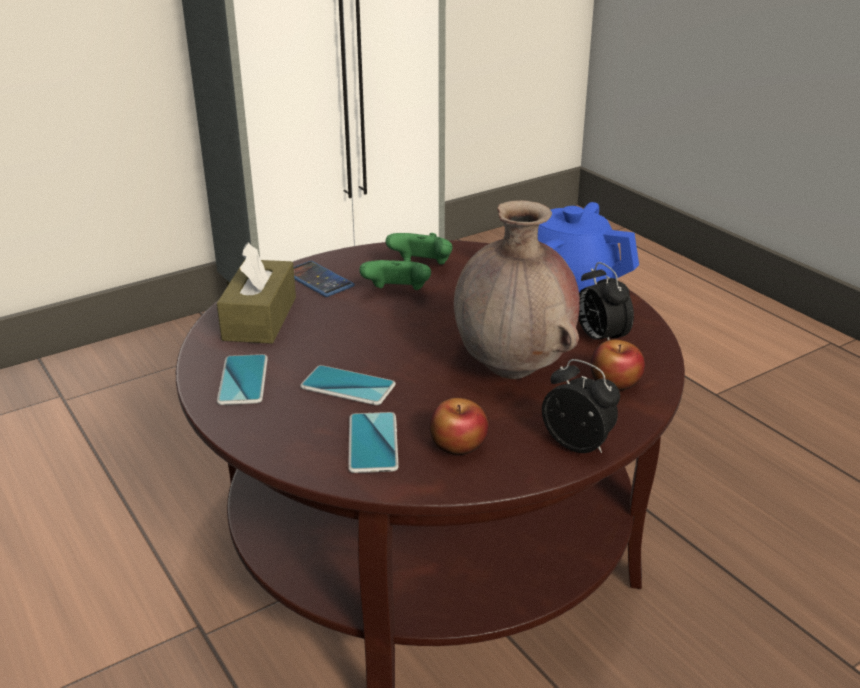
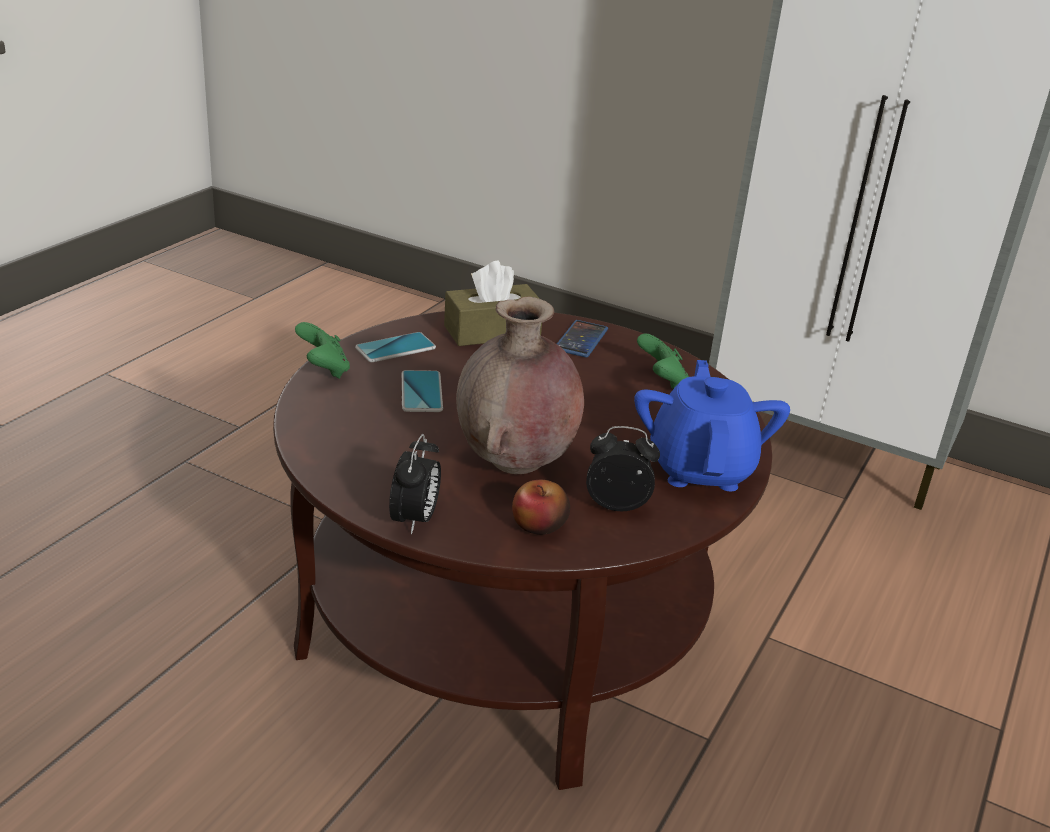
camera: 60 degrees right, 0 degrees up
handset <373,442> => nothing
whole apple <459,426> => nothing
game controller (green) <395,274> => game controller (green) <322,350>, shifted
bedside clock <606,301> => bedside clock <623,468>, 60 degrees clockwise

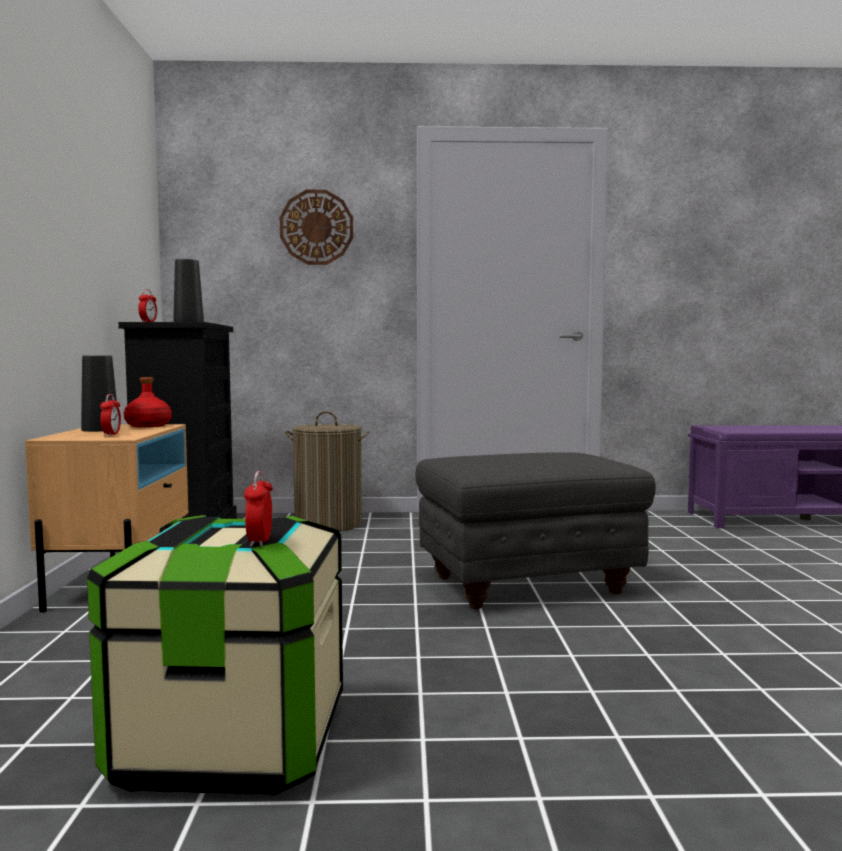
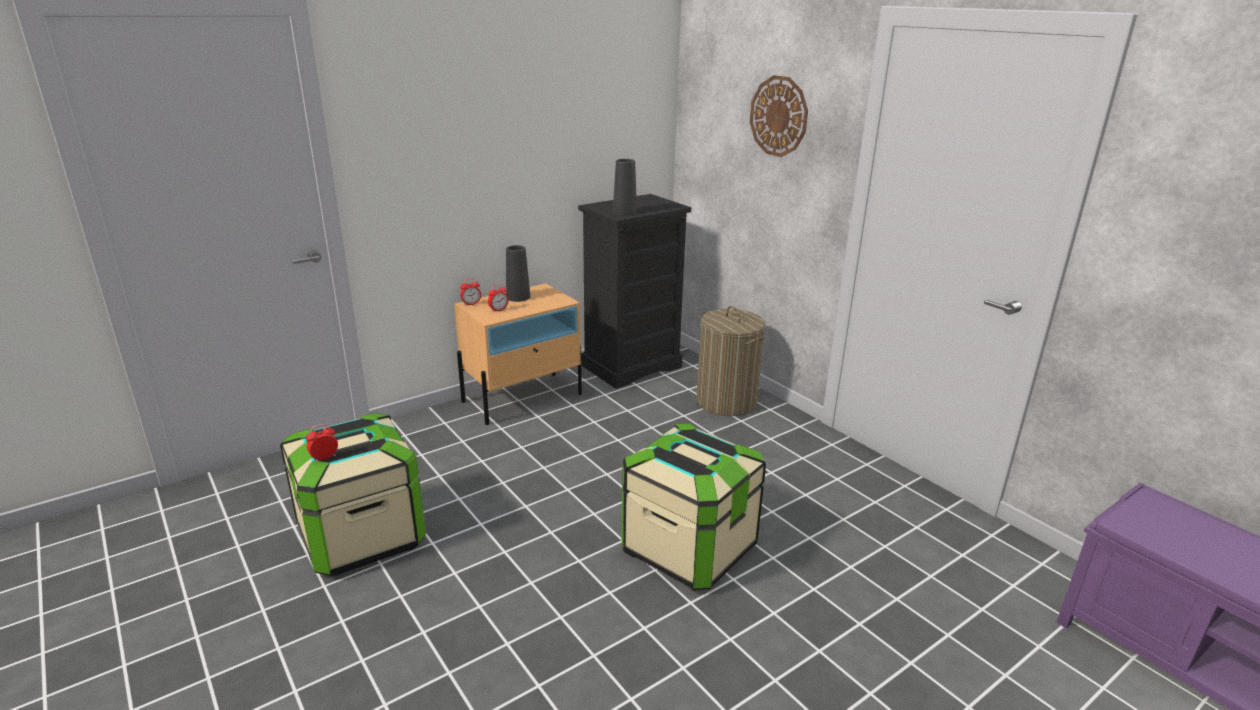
camera: 55 degrees right, 20 degrees up
drink bottle (red-coloured) <148,402> => nothing
bedside clock <147,305> => bedside clock <470,292>, shifted
ottoman (greyish) <535,530> => storage bin <693,507>

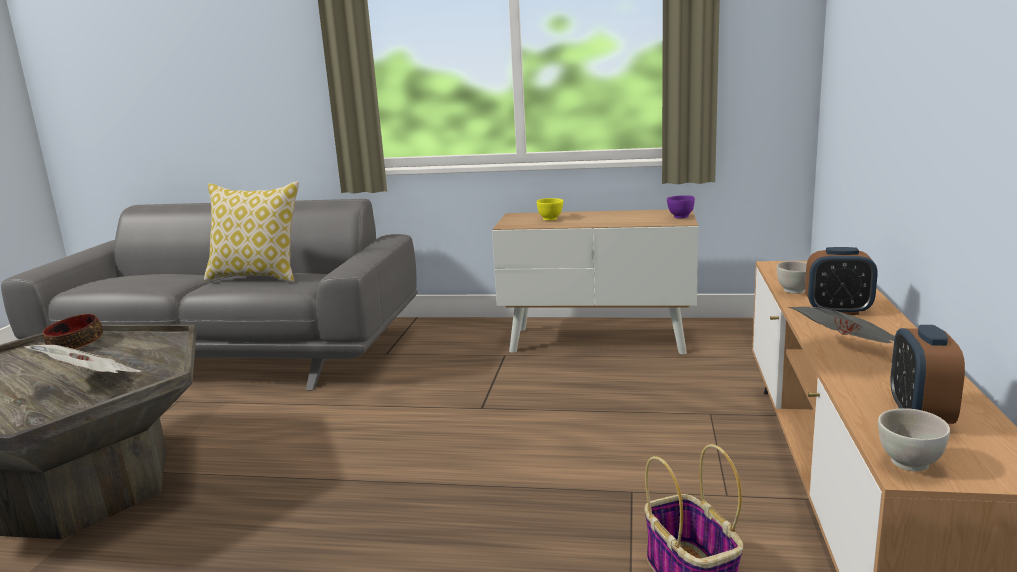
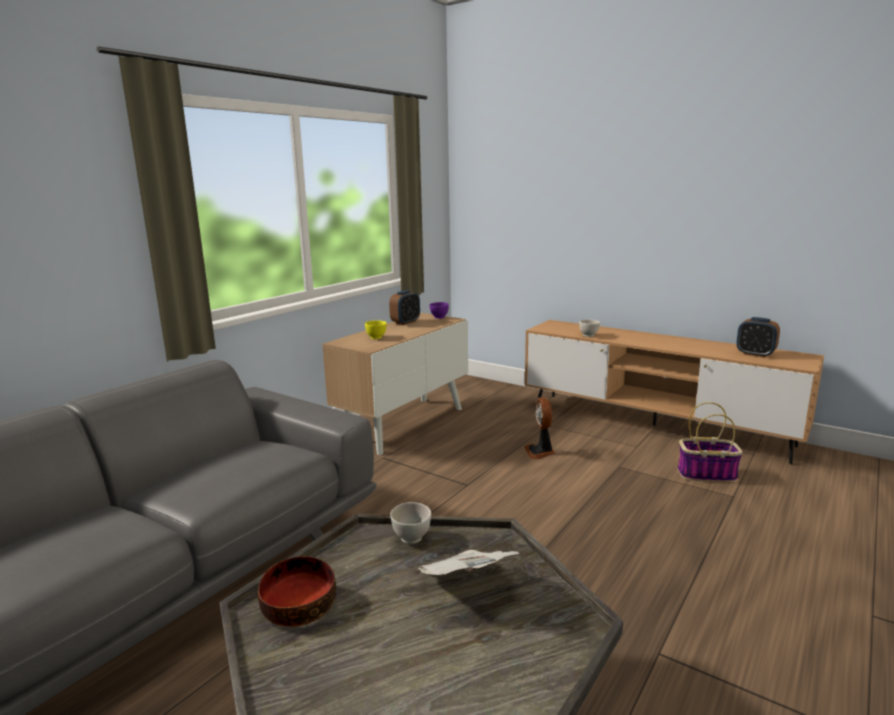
camera: 65 degrees left, 0 degrees up
cushion <251,231> => nothing
printed paper <842,325> => nothing
nothing => cooling fan <540,428>
bedside clock <841,281> => bedside clock <404,307>, shifted
bowl (white) <914,439> => bowl (white) <410,523>, shifted

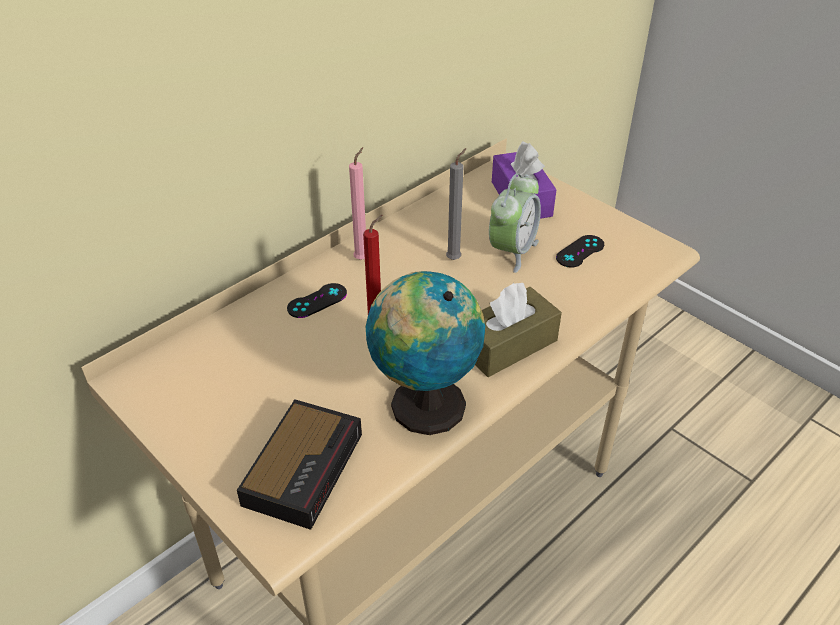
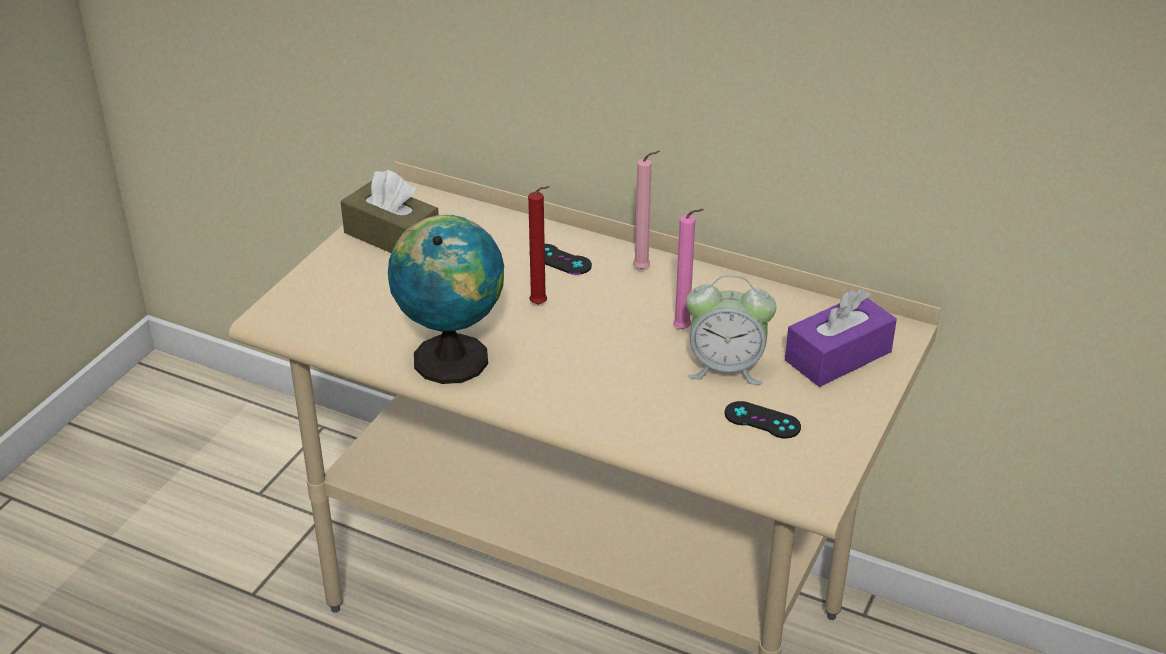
camera: 70 degrees right, 5 degrees down
bedside clock <299,464> => nothing
box of tissues (brown) <518,330> => box of tissues (brown) <389,211>, shifted
wax candle (greyish) <456,204> => wax candle (pinkish) <688,269>

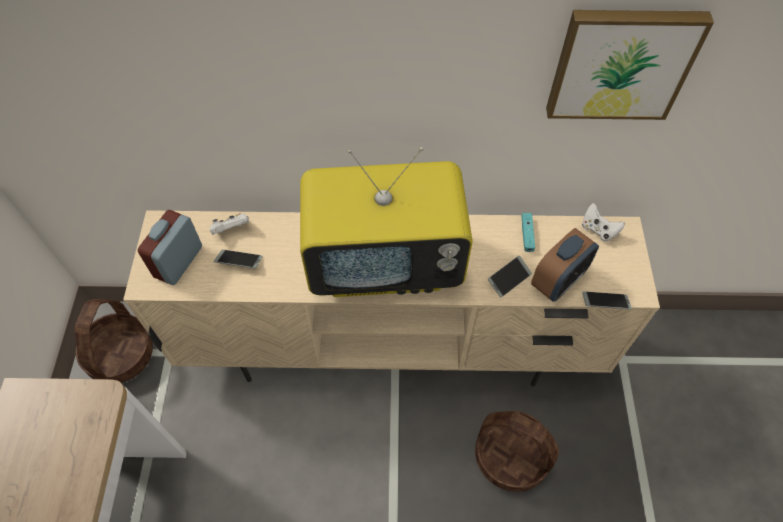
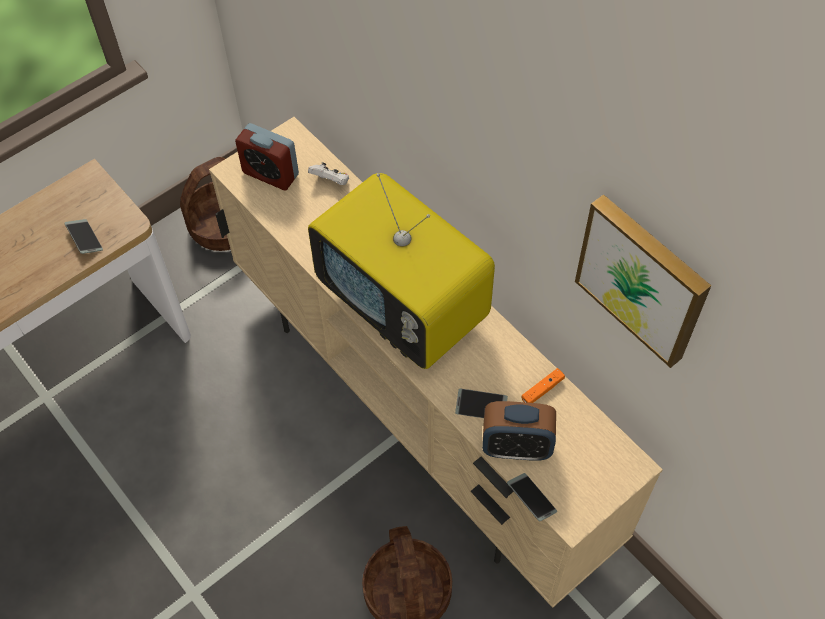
camera: 50 degrees right, 0 degrees up
game controller (white) <603,222> => nothing
handset <238,259> => handset <84,236>, shifted
game controller (turquoise) <528,232> => game controller (orangey) <543,385>
bedside clock <170,247> => bedside clock <267,157>, 135 degrees counterclockwise

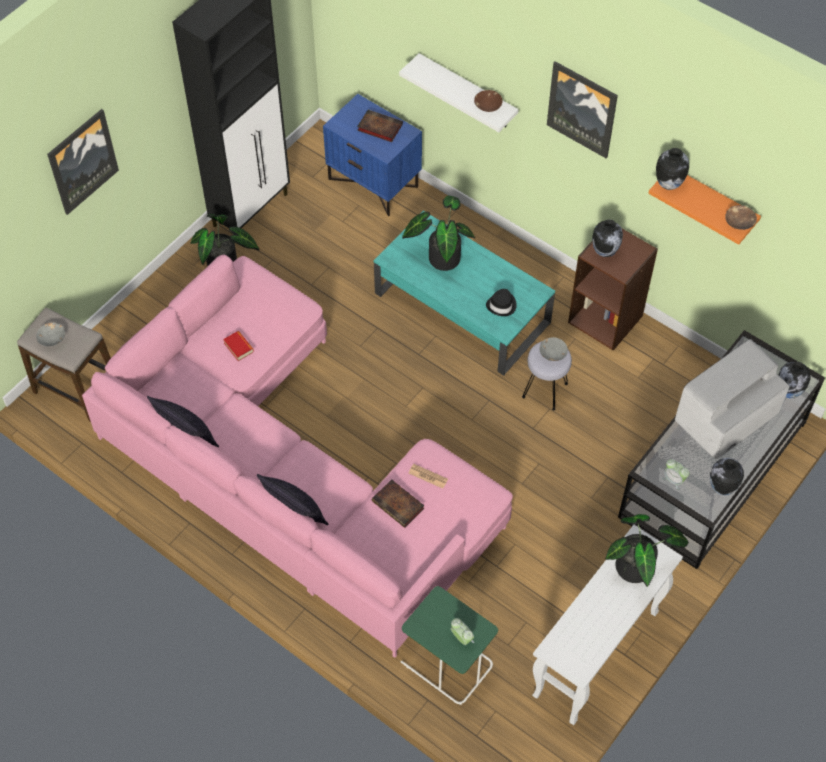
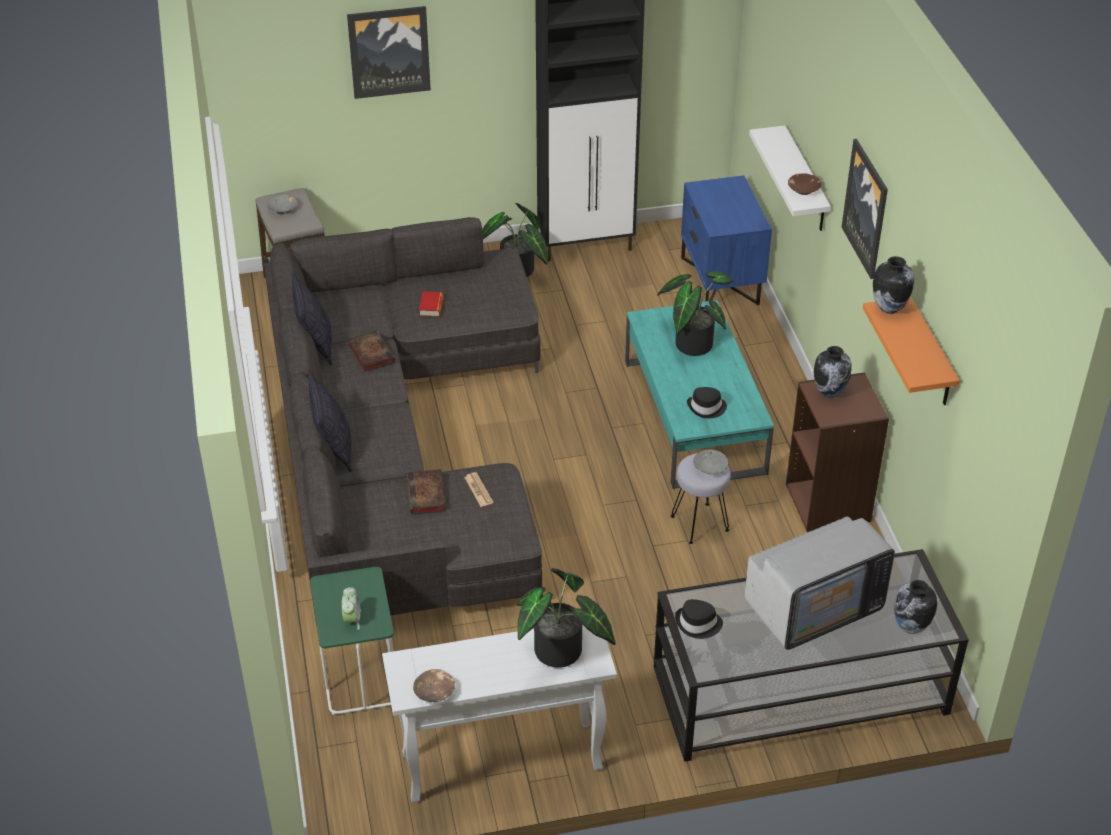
camera: 40 degrees right, 15 degrees down
decorative vase <727,477> => nothing
volume <380,126> => volume <371,351>, shifted
bowl (brown) <741,217> => bowl (brown) <434,685>, shifted
bedside clock <675,474> => hat (blackish) <699,619>
couch (pinkish) <297,456> => couch (greyish) <403,422>
TV set <732,399> => TV set <820,583>, 150 degrees clockwise

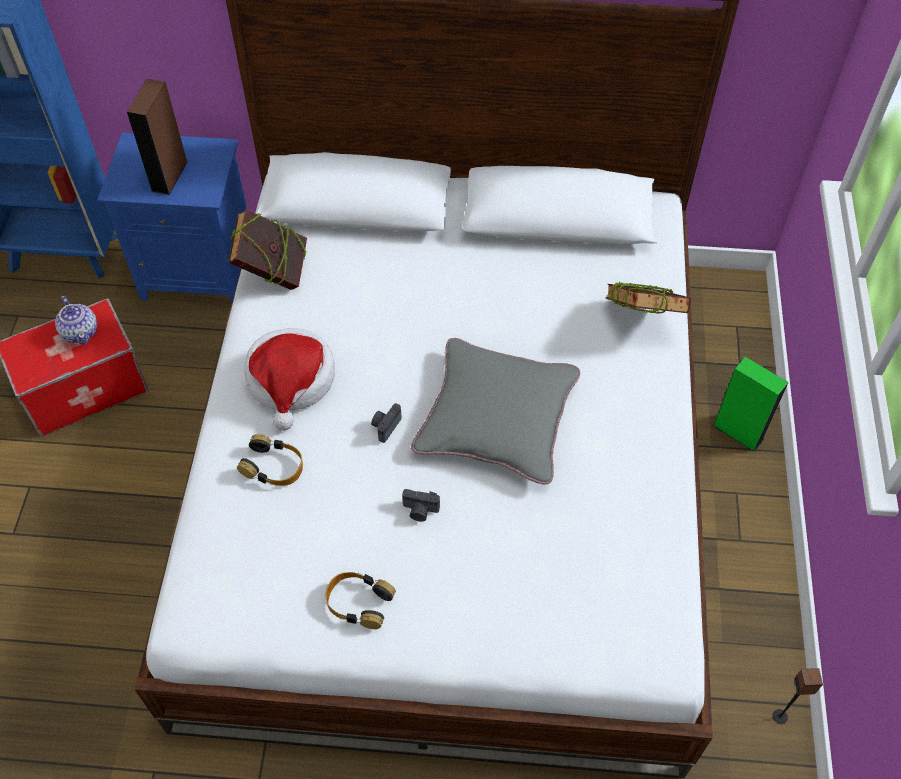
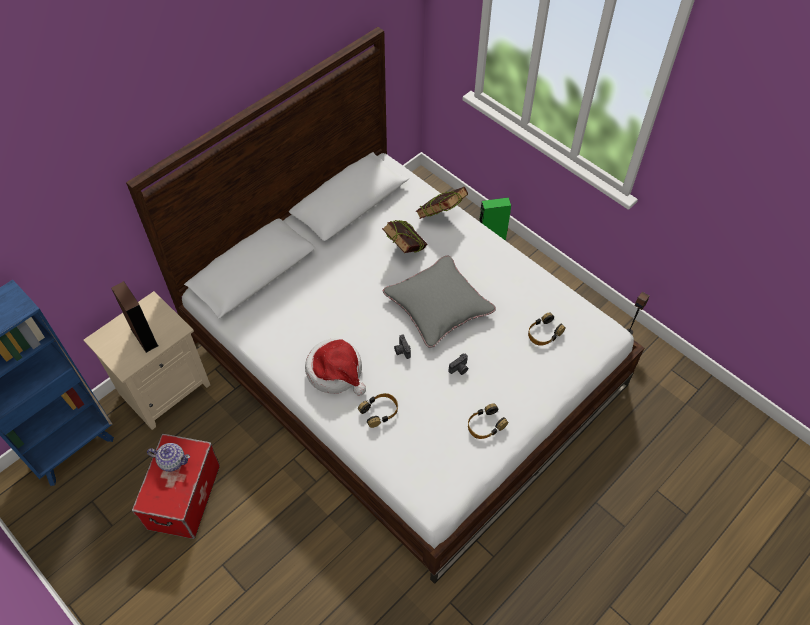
camera: 50 degrees left, 0 degrees up
nothing => pair of headphones <547,329>
volume <267,249> => volume <404,236>, shifted
bedside table (blue-coloured) <172,217> => bedside table (beige) <147,360>

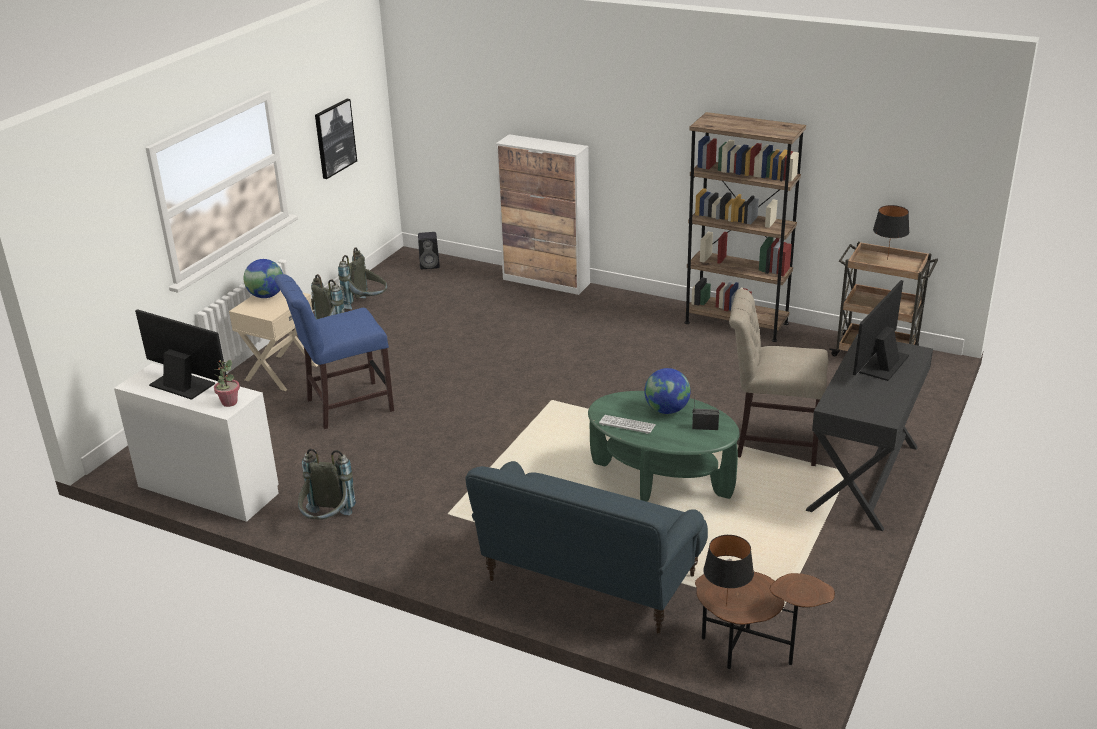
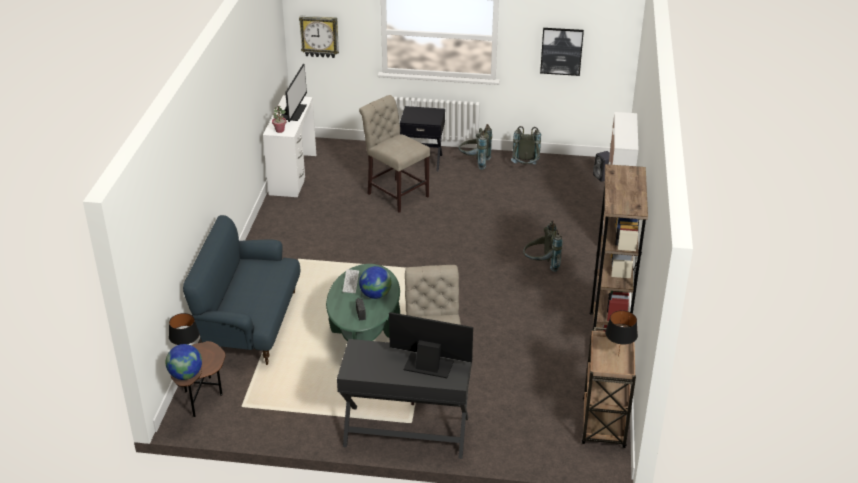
camera: 70 degrees right, 5 degrees up
nothing => clock on the wall <319,37>
desk globe <263,278> => desk globe <184,362>, shifted
knapsack (greyish) <327,484> => knapsack (greyish) <543,246>, shifted
bedside table (beige) <273,340> => bedside table (blackish) <422,138>
upright chair (blue-coloured) <334,351> => upright chair (beige) <394,154>

